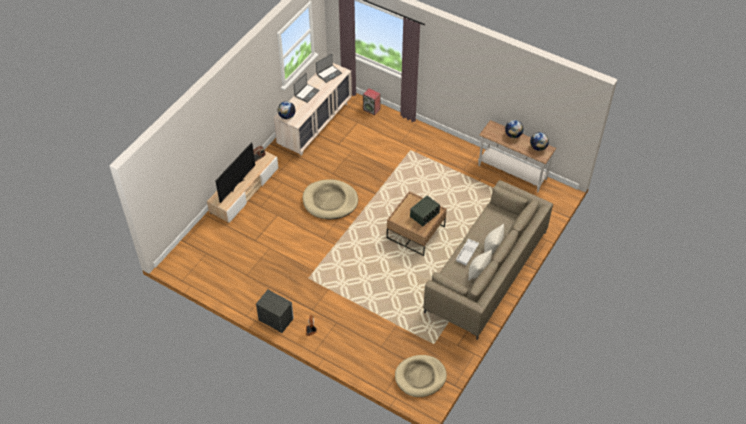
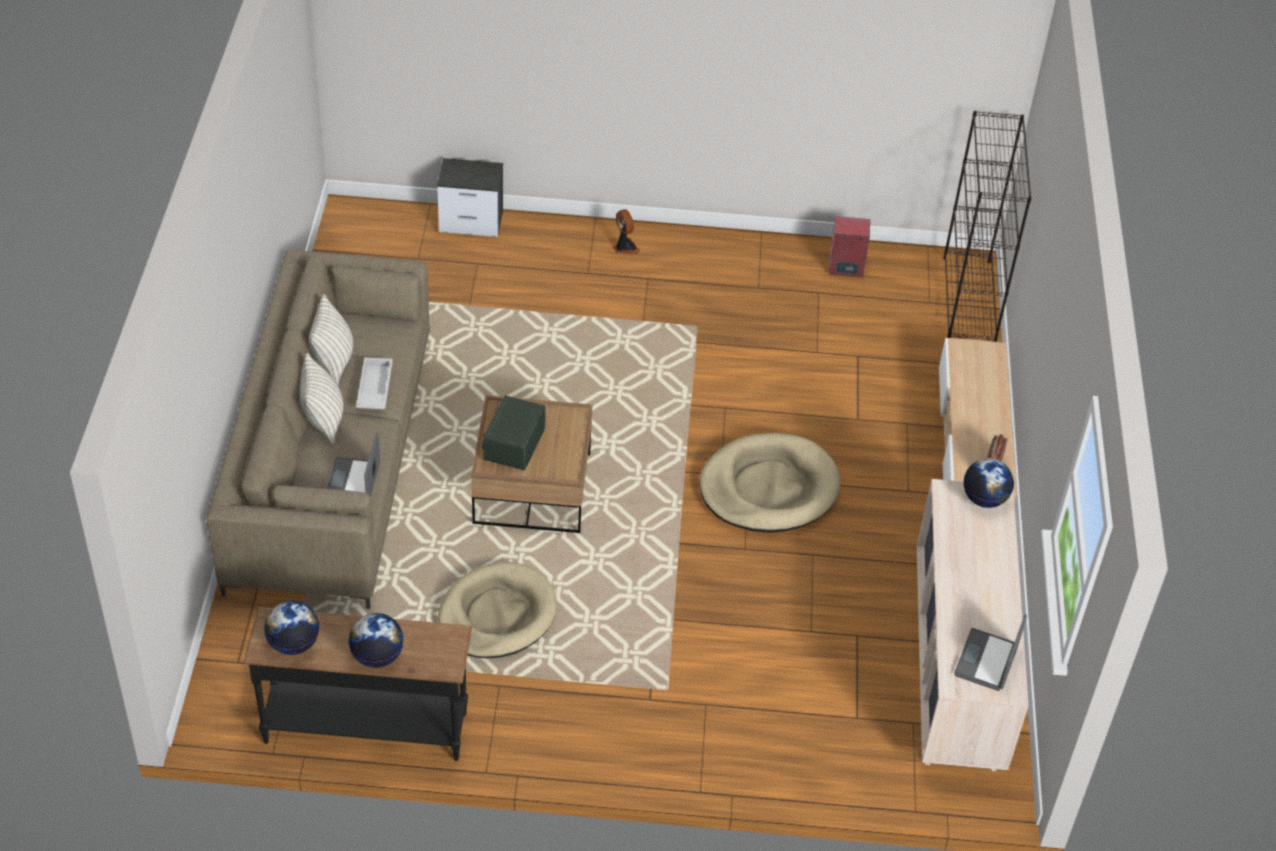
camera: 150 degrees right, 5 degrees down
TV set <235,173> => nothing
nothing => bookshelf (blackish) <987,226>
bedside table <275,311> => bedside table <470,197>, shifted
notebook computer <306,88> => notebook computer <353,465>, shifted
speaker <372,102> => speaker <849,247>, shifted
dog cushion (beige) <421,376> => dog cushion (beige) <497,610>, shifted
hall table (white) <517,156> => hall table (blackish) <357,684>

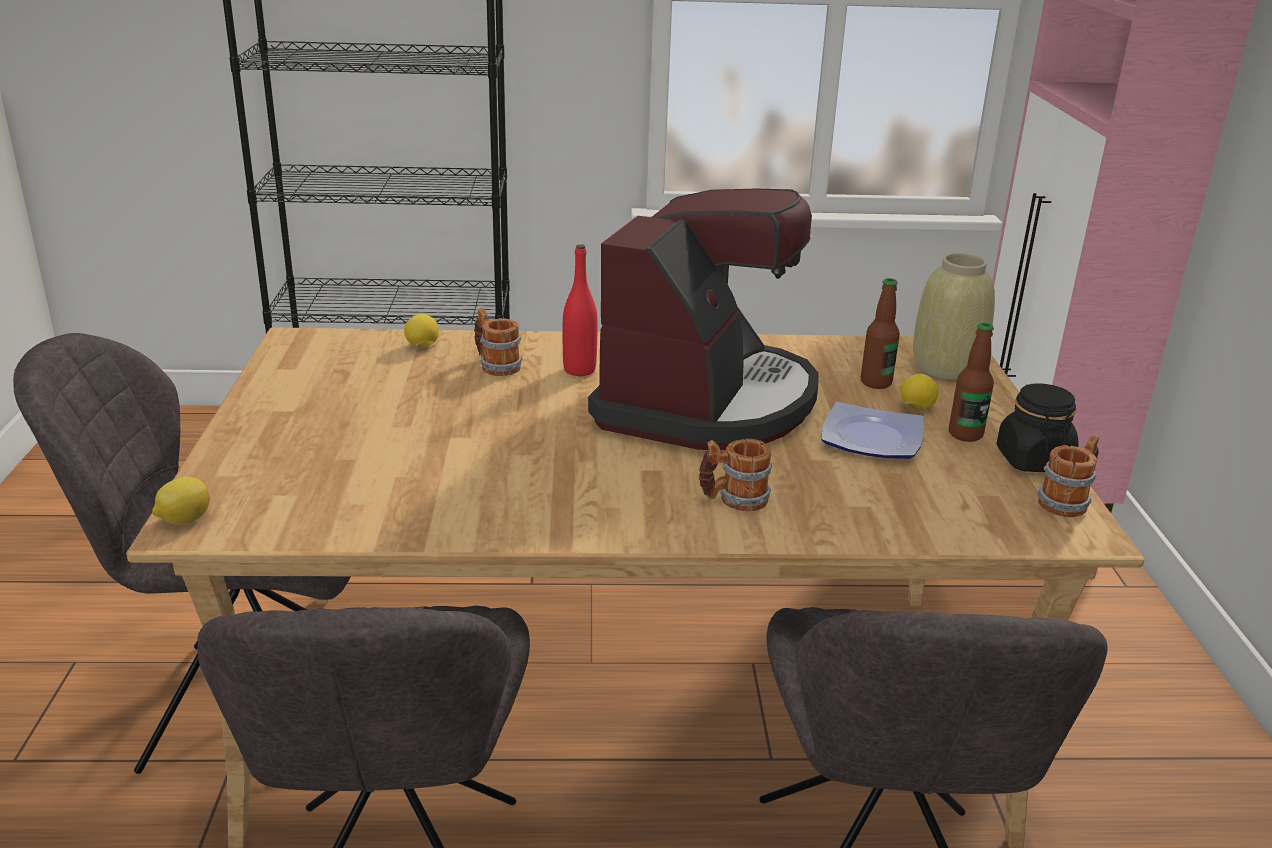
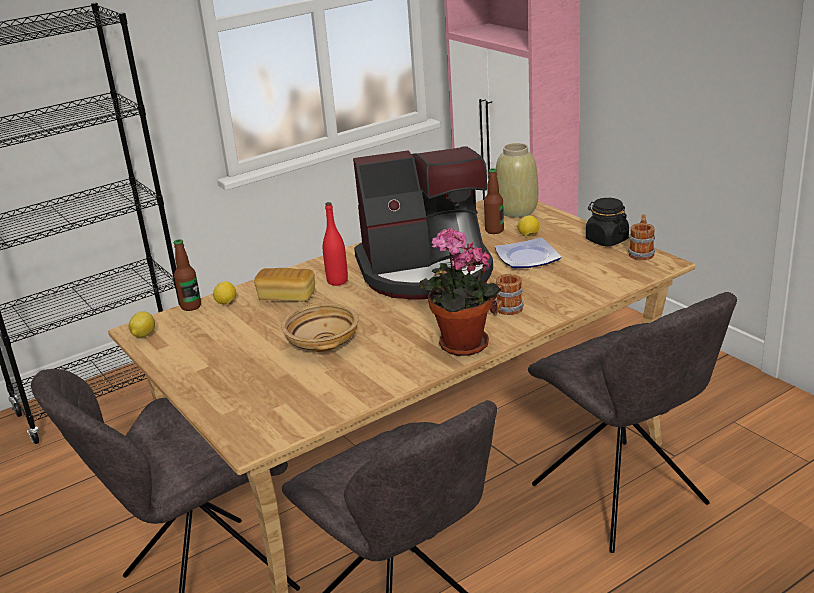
camera: 30 degrees left, 0 degrees up
nothing => bowl (beige) <320,327>
nothing => plant in a pot <460,292>
lemon <181,500> => lemon <142,324>, shifted
drink bottle <971,382> => drink bottle <187,275>, shifted
mug <498,342> => baked bread <284,285>
coffee brewer <703,319> => coffee brewer <423,223>, 90 degrees clockwise

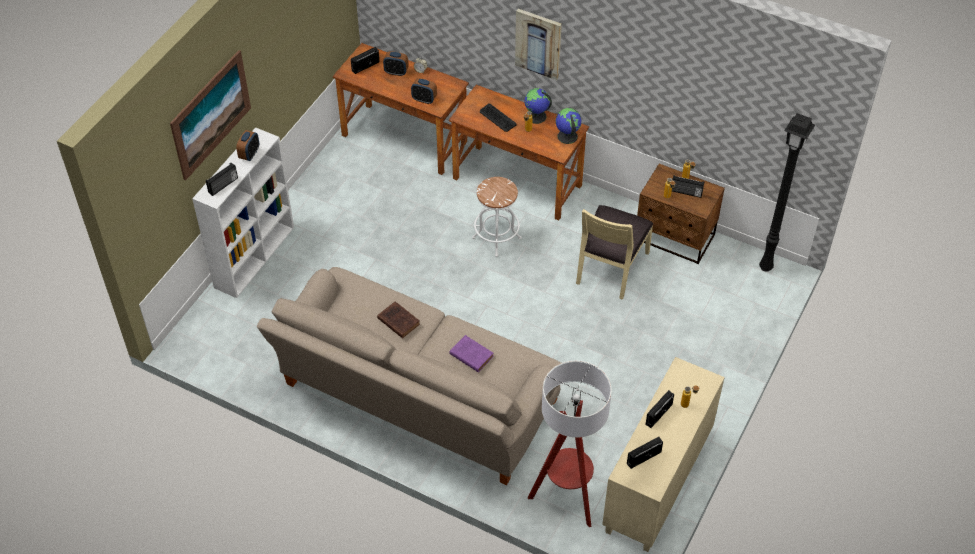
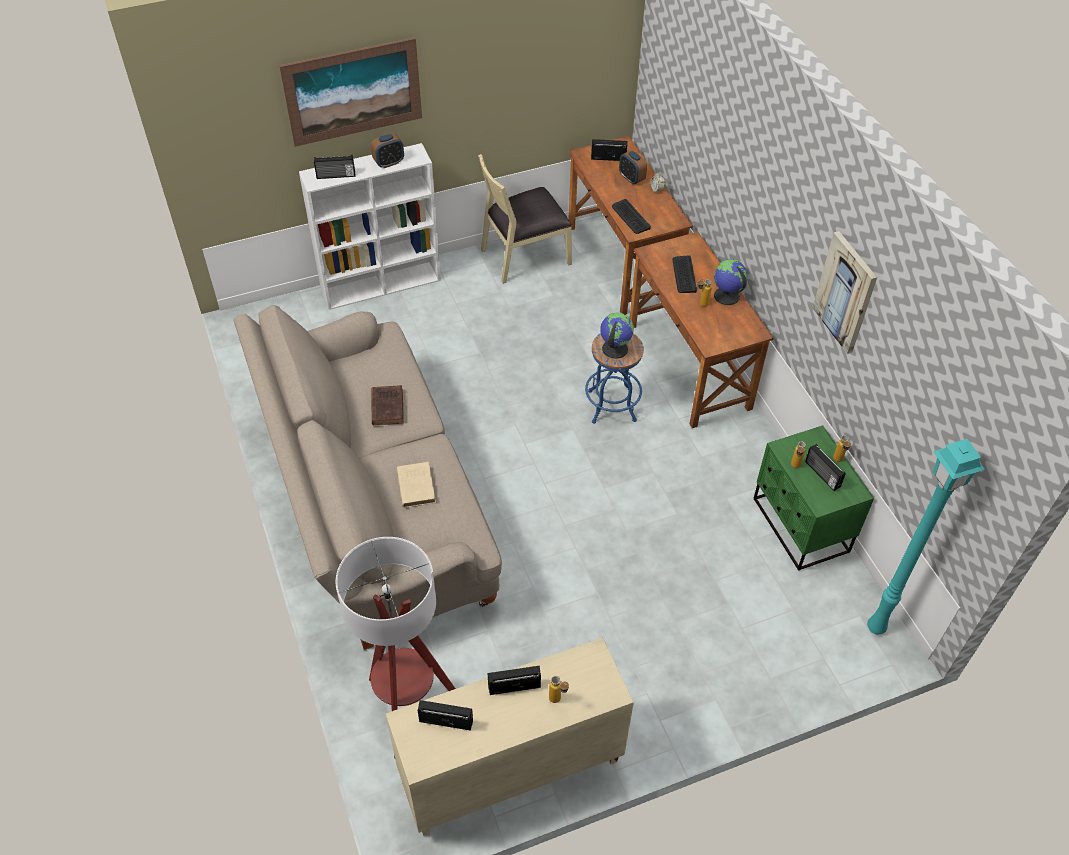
camera: 40 degrees right, 0 degrees up
wall picture <538,44> => wall picture <845,292>, shifted
desk globe <568,126> => desk globe <617,336>, shifted
upright chair (beige) <615,252> => upright chair (beige) <525,219>, shifted
bedside clock <424,91> => keyboard <631,216>
volume (purplish) <471,353> => volume (beige) <416,485>
stool seat (white) <497,217> => stool seat (blue-coloured) <614,378>
bedside table (brown) <681,214> => bedside table (green) <813,498>
standard lamp (blackish) <787,192> => standard lamp (turquoise) <926,537>

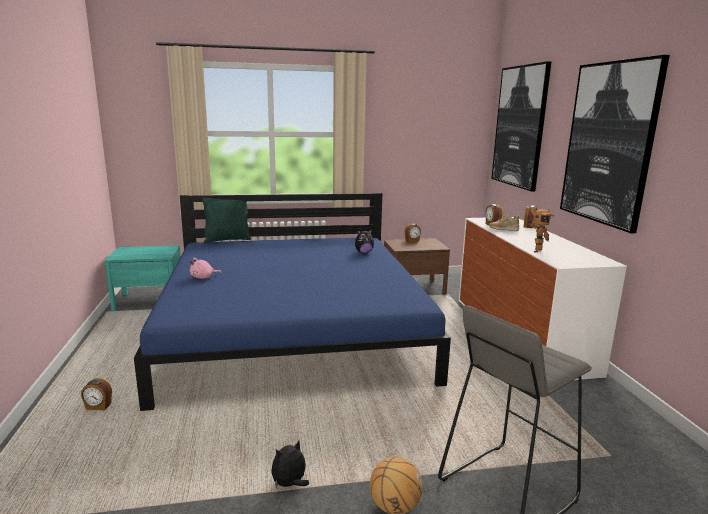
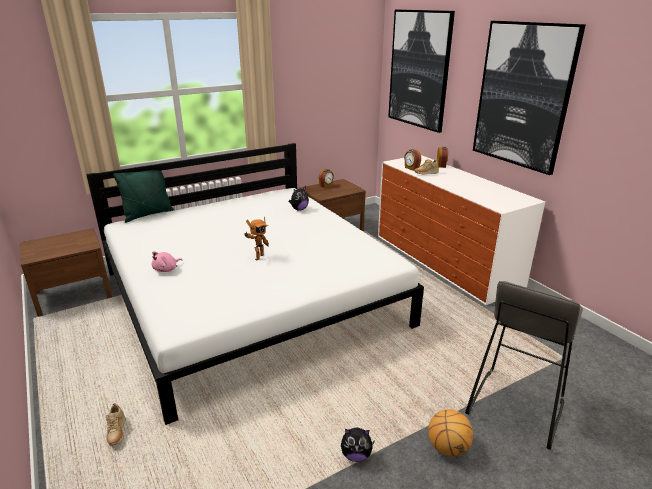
camera: 20 degrees left, 10 degrees up
robot figure <541,230> => robot figure <256,239>, shifted
bedside clock <96,394> => item of footwear (beige) <116,424>
bedside table (turquoise) <143,278> => bedside table (brown) <66,272>
sleeping bed (blue-coloured) <292,302> => sleeping bed (white) <255,284>
plush toy <290,464> => plush toy <358,445>, 120 degrees counterclockwise

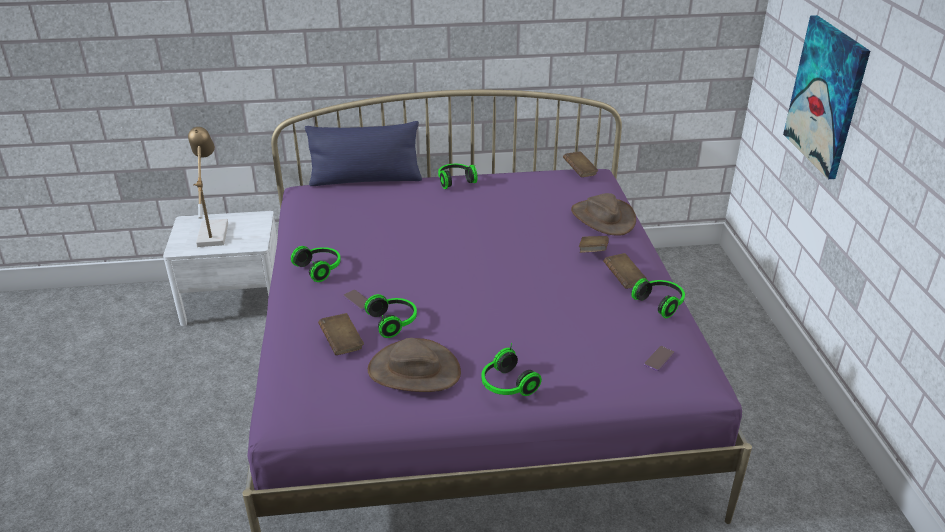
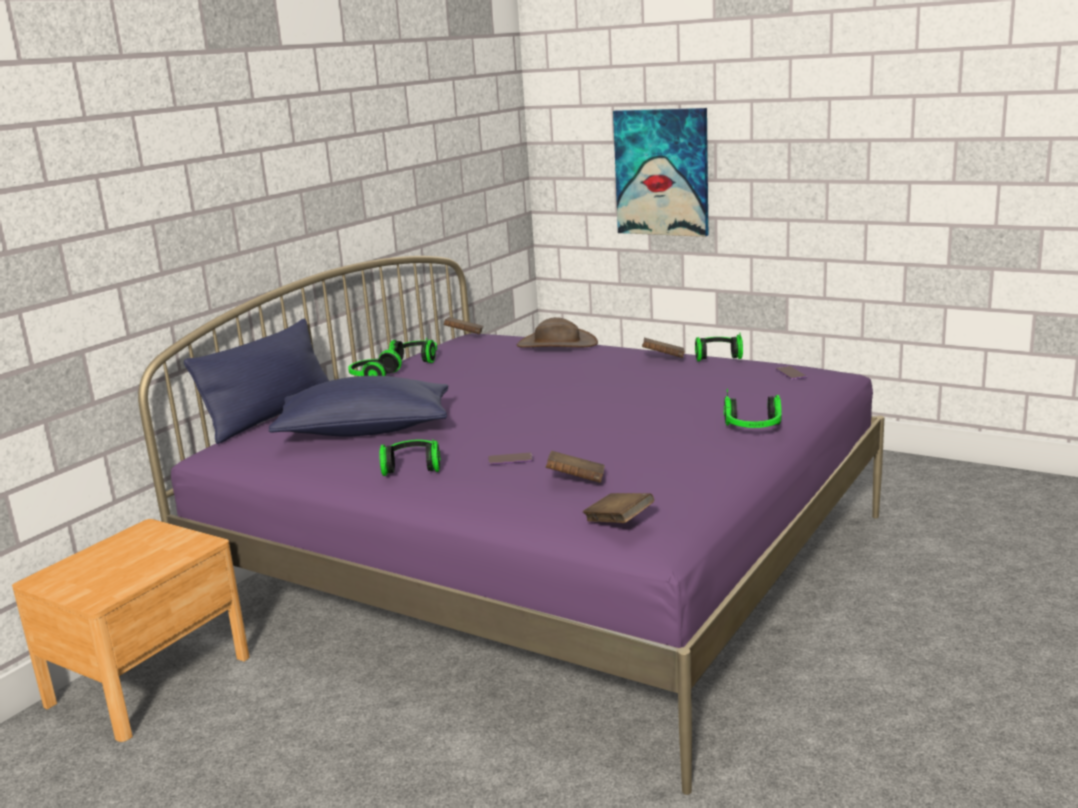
camera: 50 degrees left, 15 degrees down
table lamp <208,187> => nothing
hat (brown) <414,365> => nothing
nothing => cushion (blue-coloured) <358,406>
pair of headphones <390,316> => pair of headphones <413,350>, shifted
volume (brown) <594,244> => volume (brown) <618,508>, shifted
bedside table (white) <220,268> => bedside table (brown) <130,630>

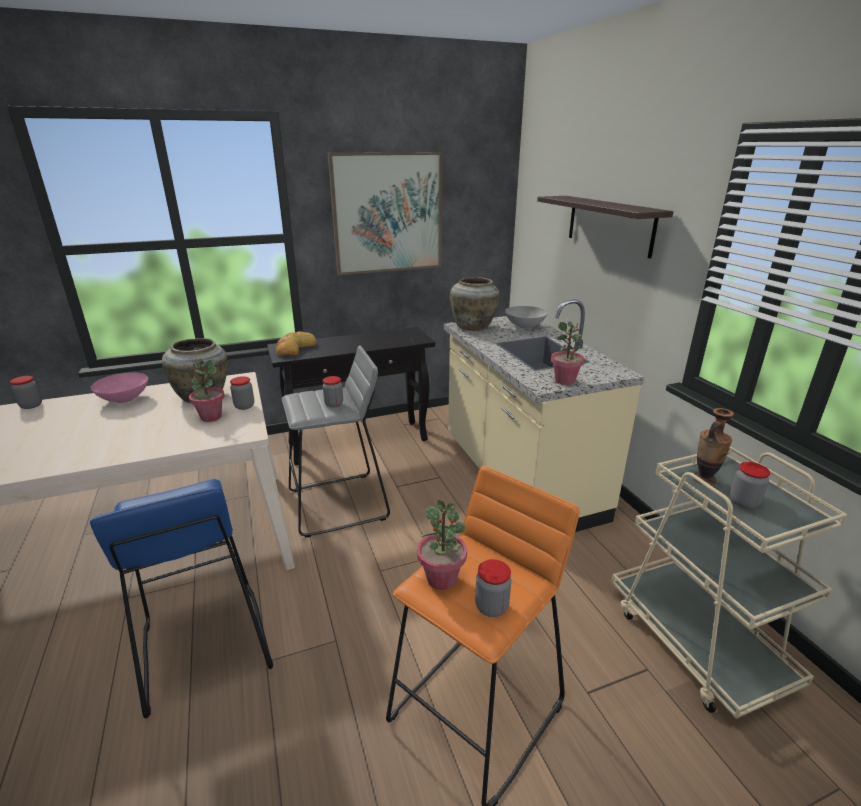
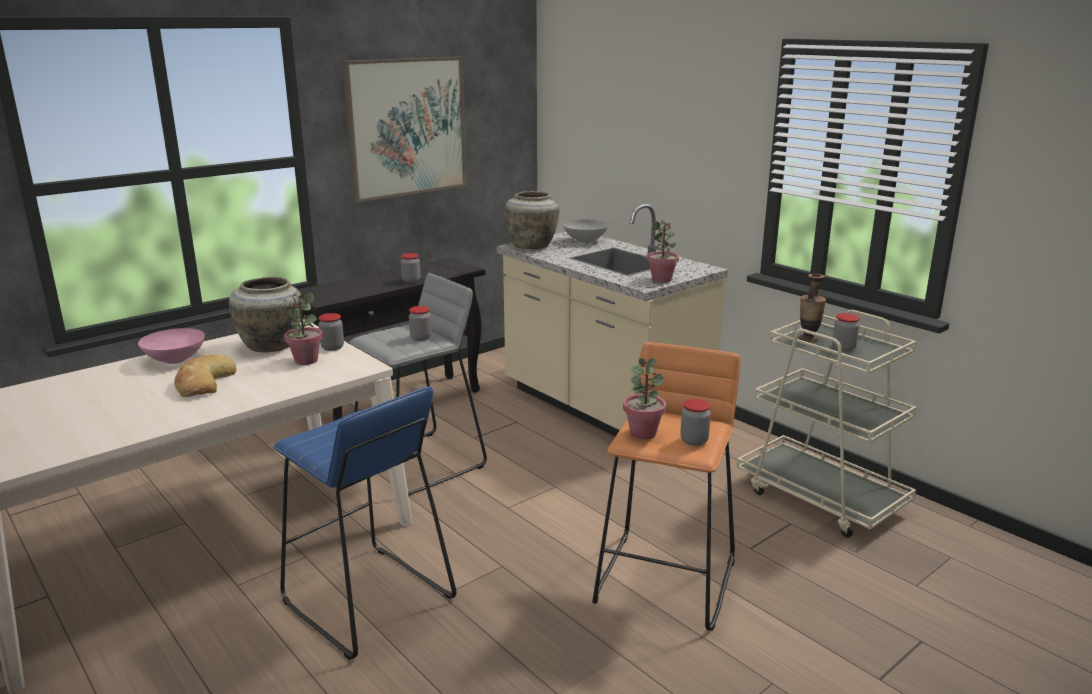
camera: 20 degrees left, 5 degrees down
bracket shelf <605,227> => nothing
preserve jar <26,392> => preserve jar <410,268>, shifted
baked bread <296,343> => baked bread <205,375>, shifted

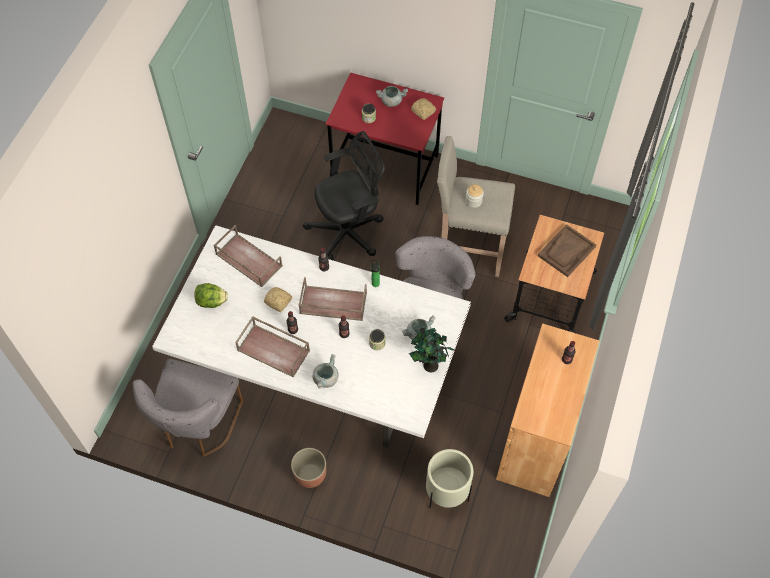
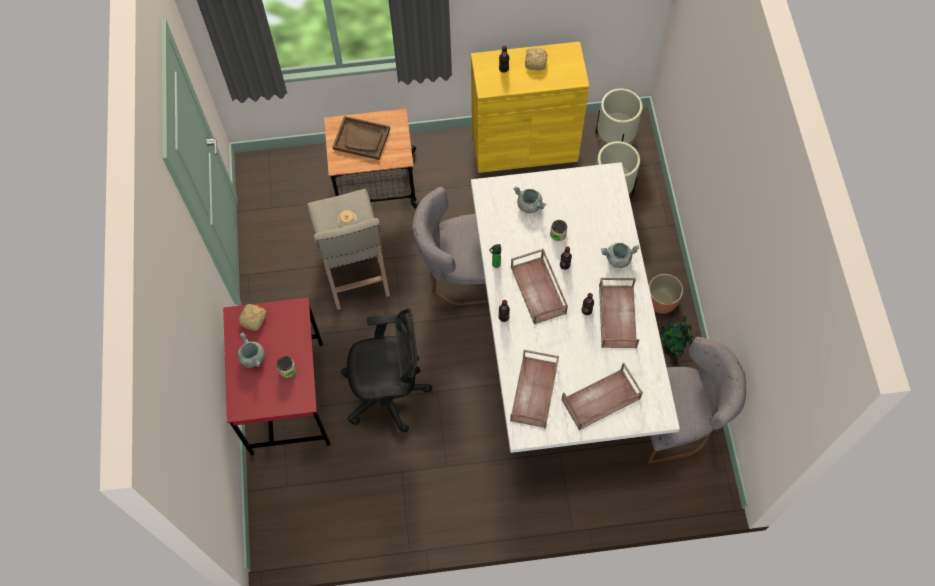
camera: 115 degrees left, 5 degrees up
nothing => flower pot (beige) <619,115>
baked bread <278,299> => baked bread <536,59>, shifted
plant in a pot <431,349> => plant in a pot <676,336>, shifted
lettuce head <211,295> => serving tray (brown) <602,396>
cabinet (brown) <548,410> => cabinet (yellow) <530,107>
office chair (blackish) <344,195> => office chair (blackish) <386,370>, 135 degrees clockwise

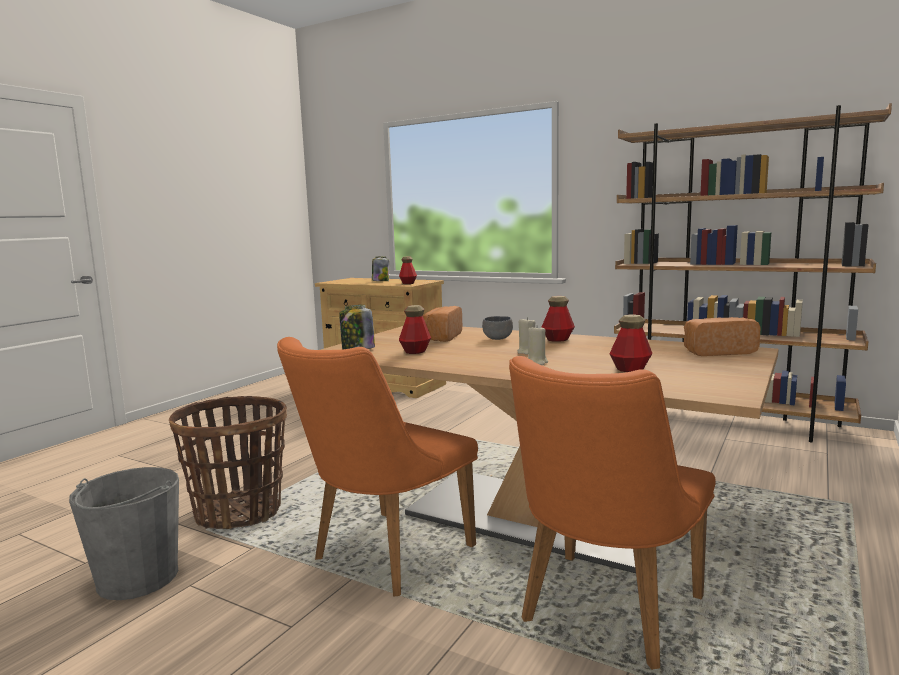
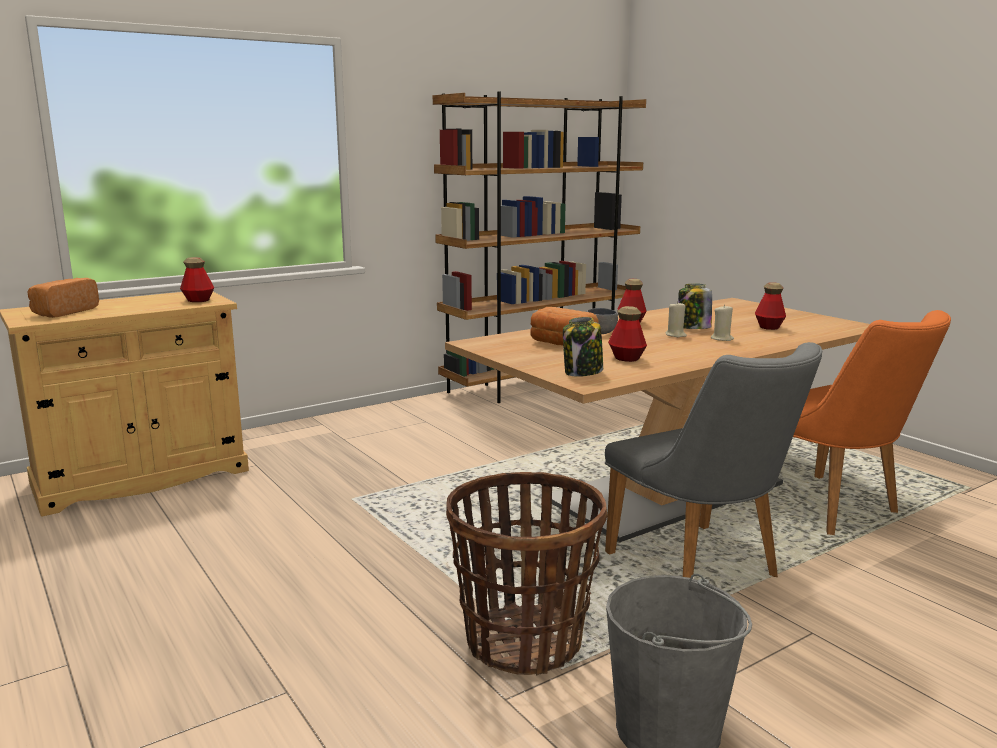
camera: 65 degrees left, 5 degrees up
preserve jar <380,268> => preserve jar <695,306>, shifted
baked bread <722,336> => baked bread <63,298>, shifted
upright chair (orangey) <377,467> => upright chair (greyish) <713,460>

